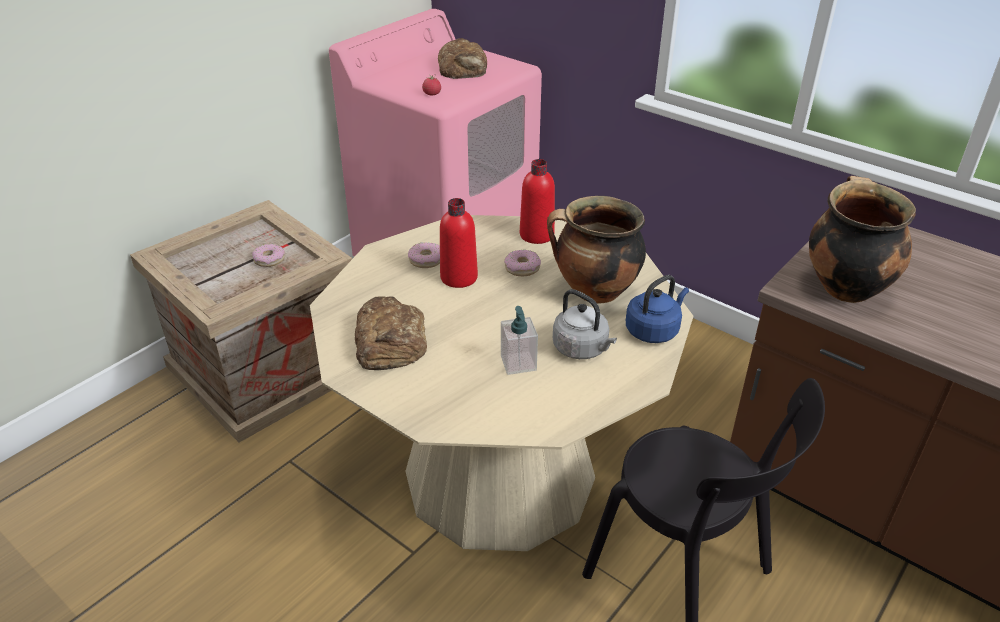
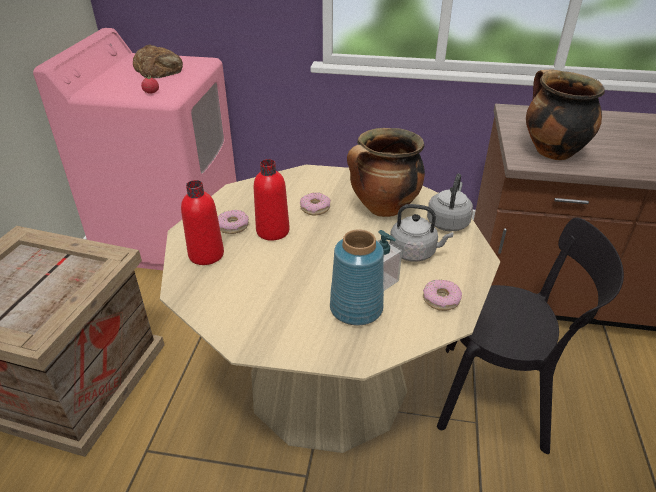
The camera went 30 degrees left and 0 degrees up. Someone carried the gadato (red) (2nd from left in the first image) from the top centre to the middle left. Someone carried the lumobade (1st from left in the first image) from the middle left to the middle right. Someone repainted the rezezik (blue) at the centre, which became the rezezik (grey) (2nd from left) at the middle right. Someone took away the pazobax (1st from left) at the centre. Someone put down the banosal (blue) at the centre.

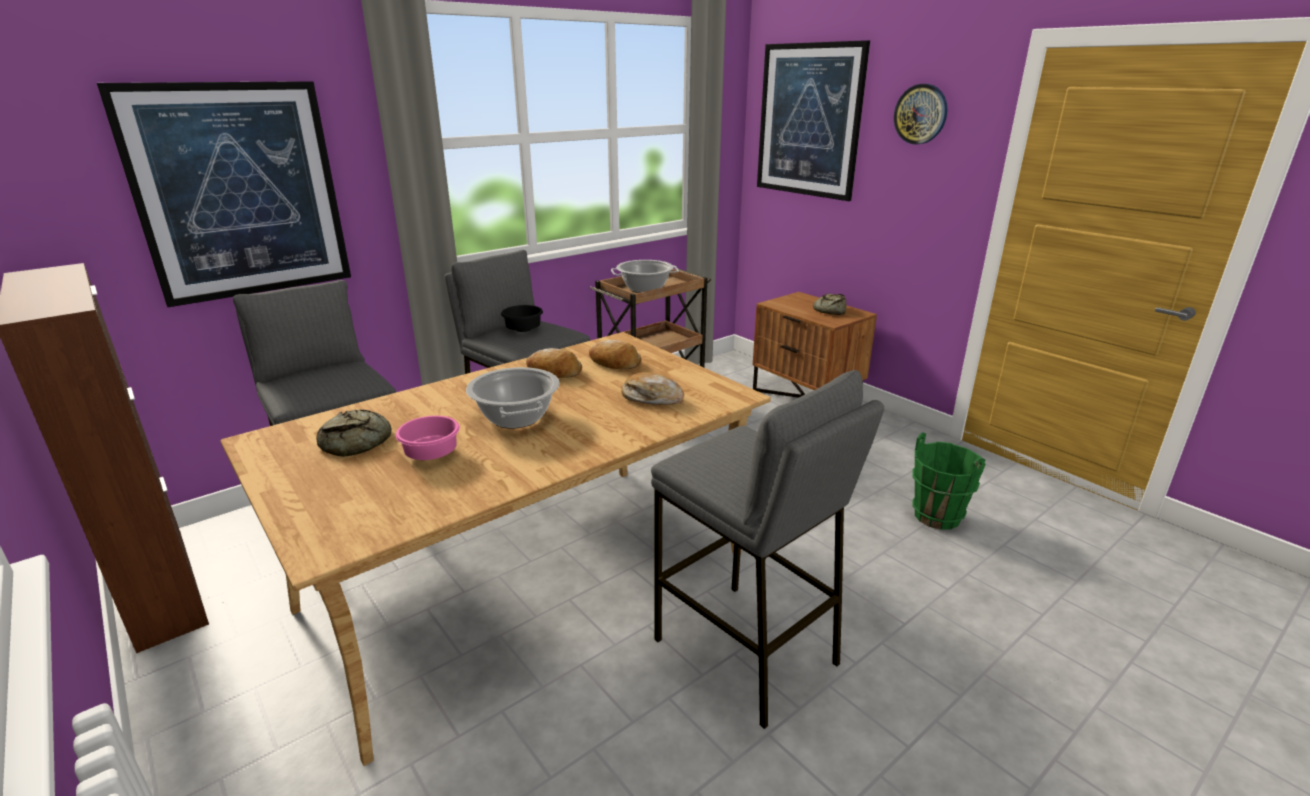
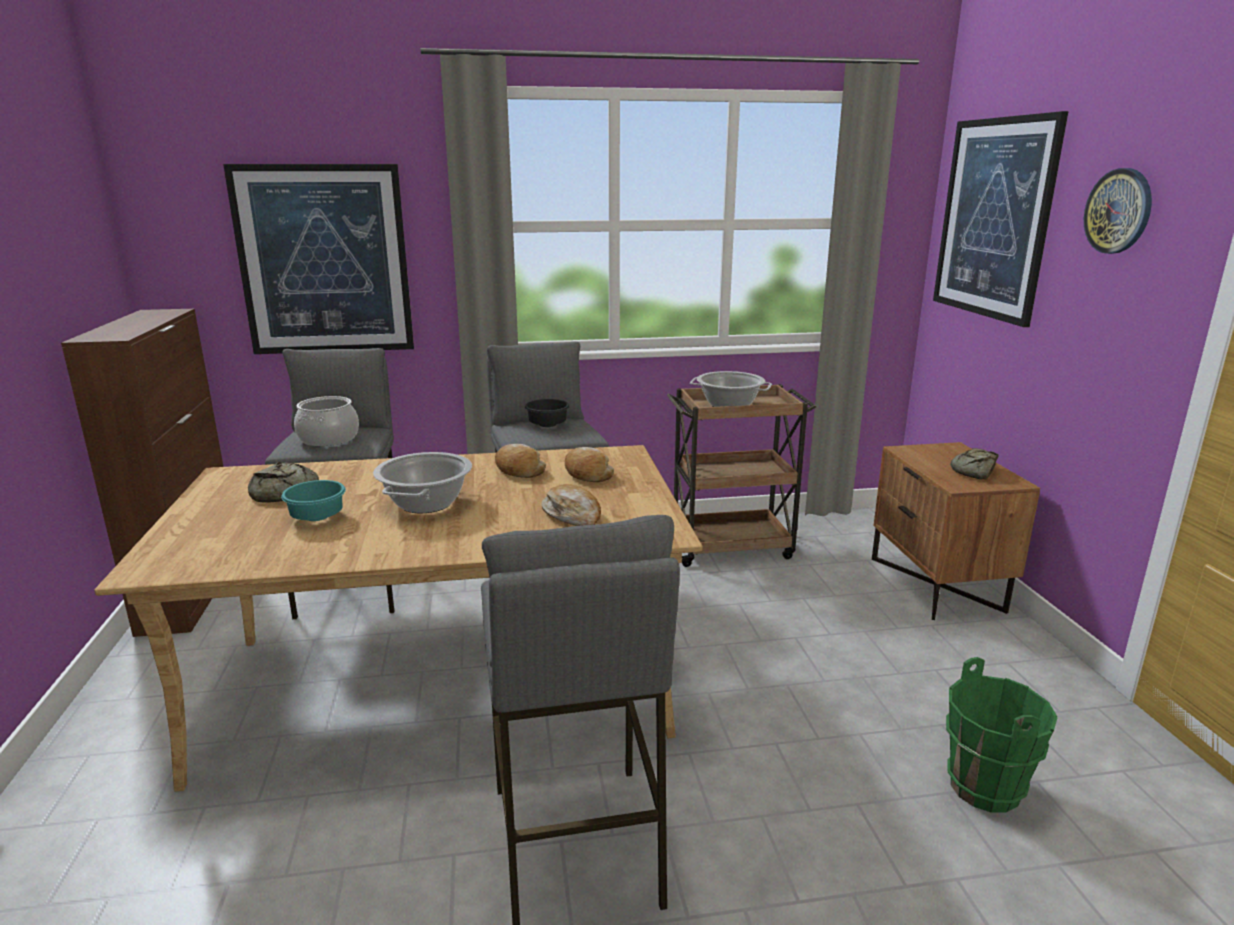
The camera went 30 degrees right and 5 degrees down. Someone repainted the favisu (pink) at the middle left, which became the favisu (turquoise) at the middle left. Someone put down the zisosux (1st from left) at the middle left.

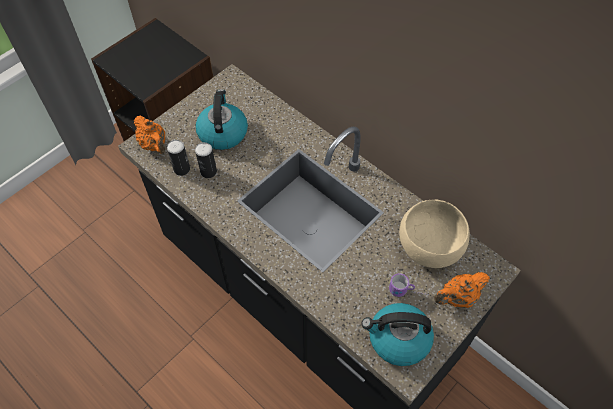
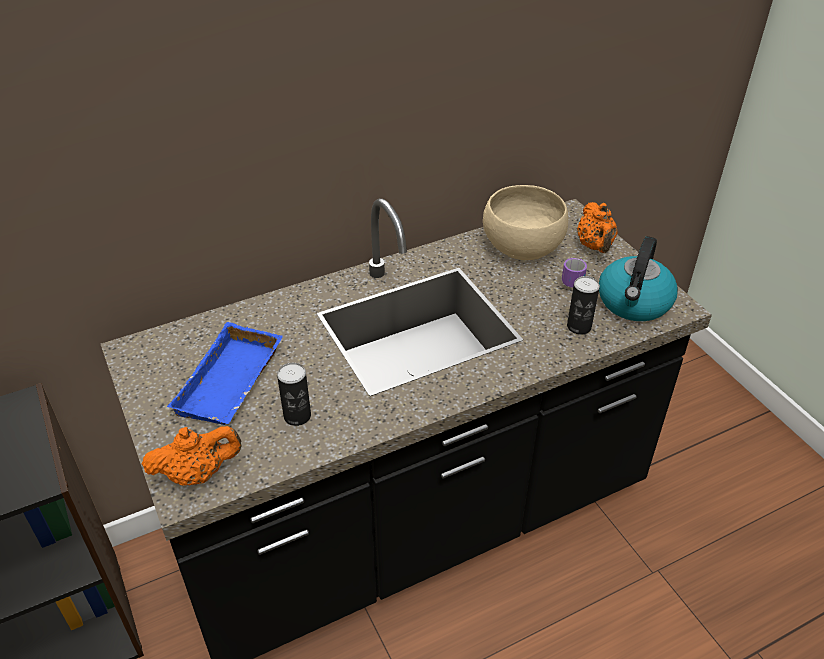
The camera went 70 degrees left and 15 degrees down. Someone swapped the rezezik (1st from left) at the top centre for the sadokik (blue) at the middle left. Someone carried the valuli (1st from left in the first image) from the middle left to the middle right.

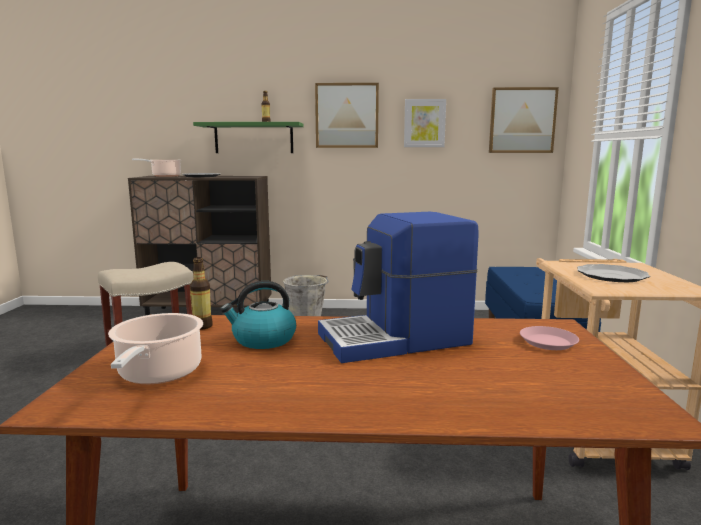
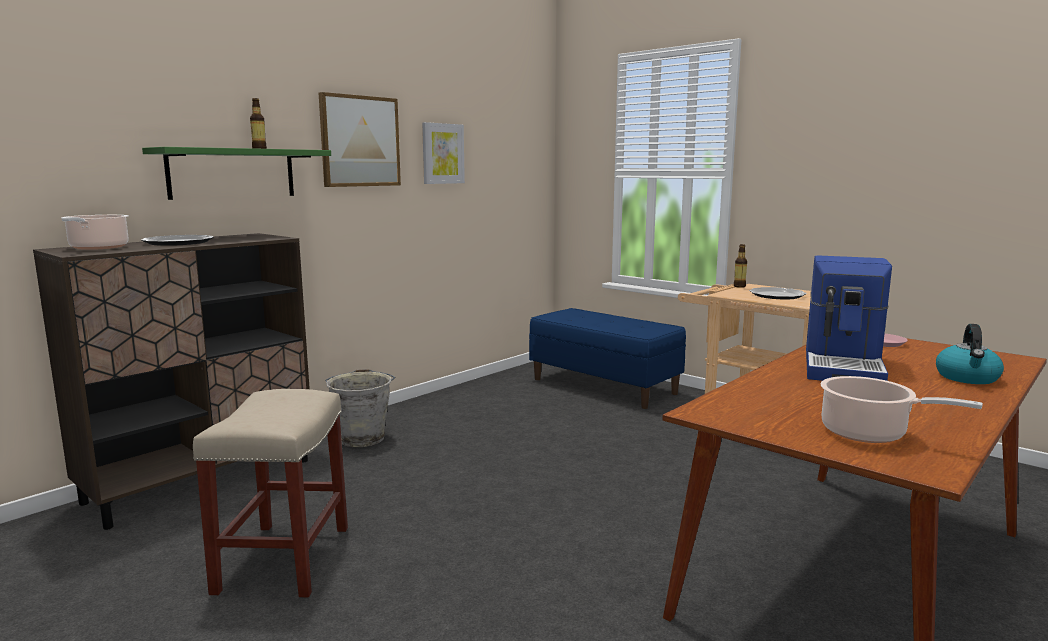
The camera went 50 degrees left and 0 degrees up. Someone took away the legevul (3rd from left) at the top right. Someone carried the gadato (1st from left in the first image) from the middle left to the middle right. Someone carried the rezezik from the centre to the middle right.

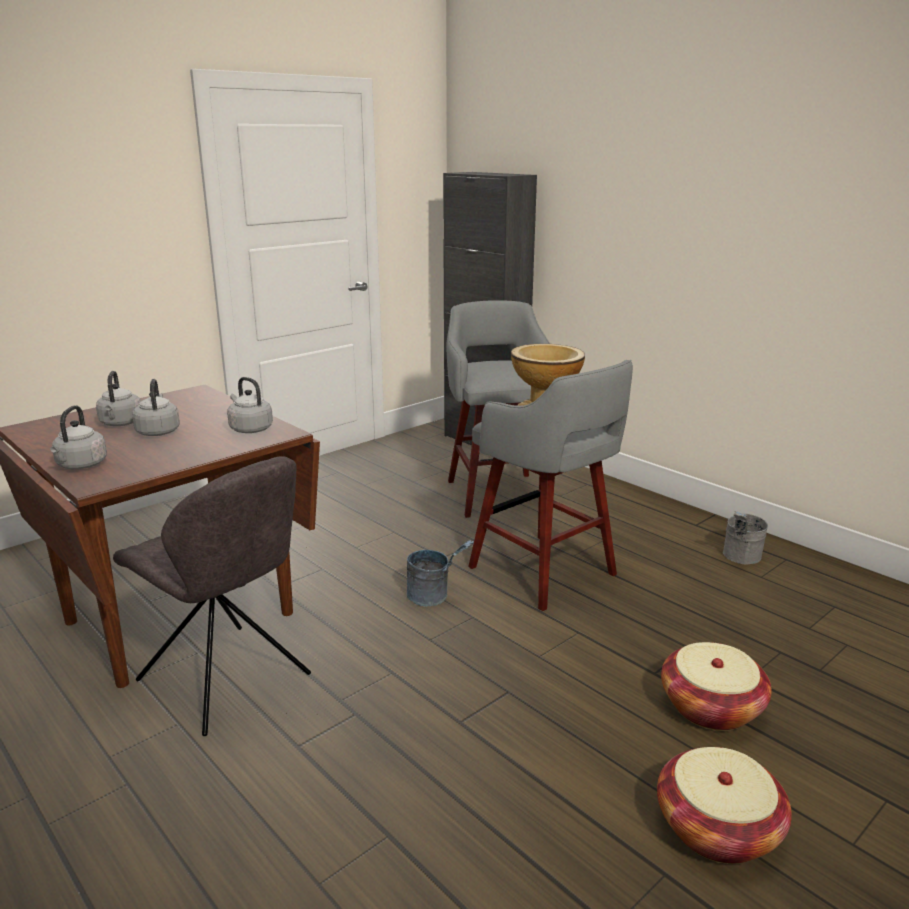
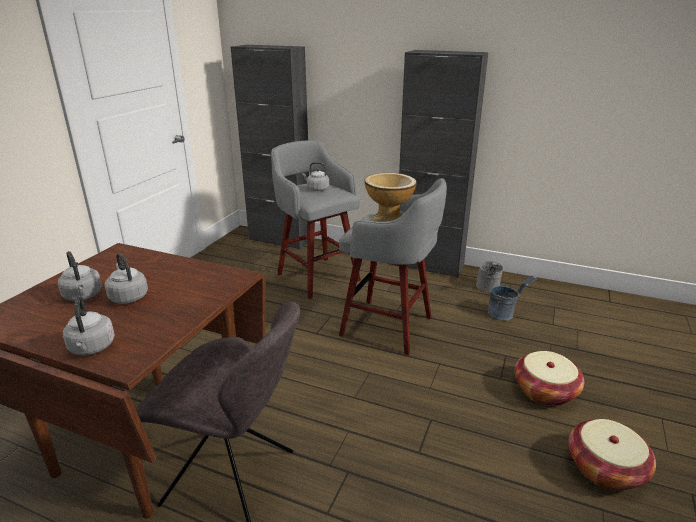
The camera went 25 degrees left and 5 degrees up. Someone carried the rezezik (grey) (4th from left) from the middle left to the centre. Someone carried the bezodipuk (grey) (1st from left in the first image) from the centre to the middle right. Someone put down the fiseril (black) (2nd from left) at the top centre.

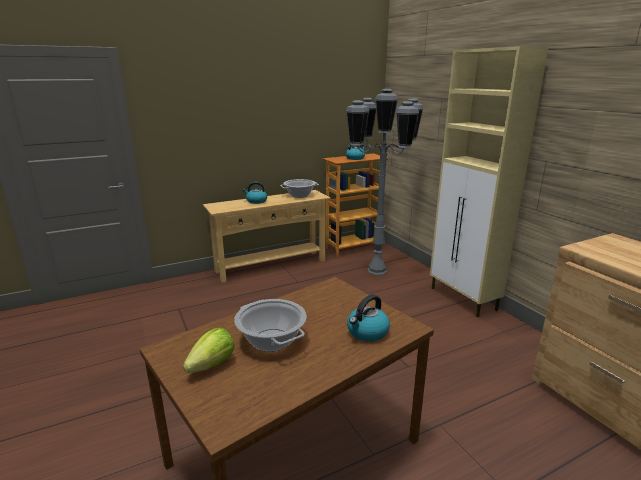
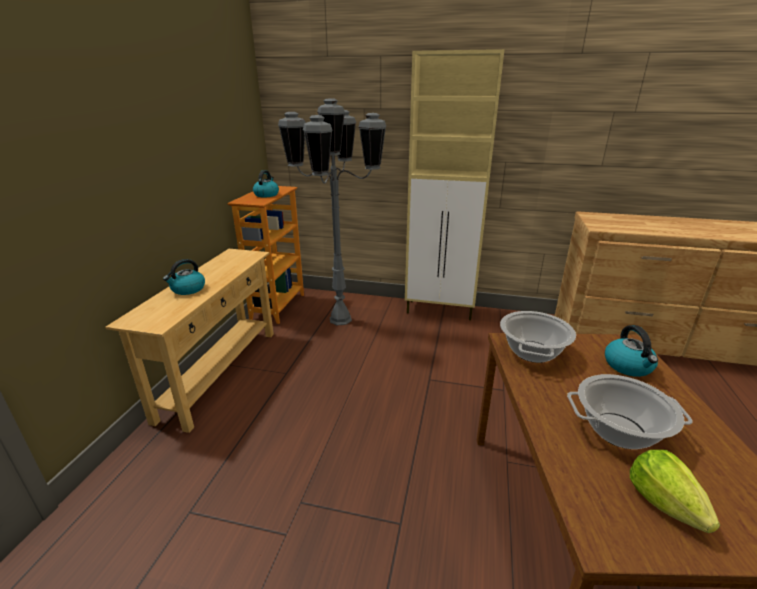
The camera went 50 degrees left and 5 degrees up. Someone carried the zisosux (2nd from left in the first image) from the centre to the middle right.

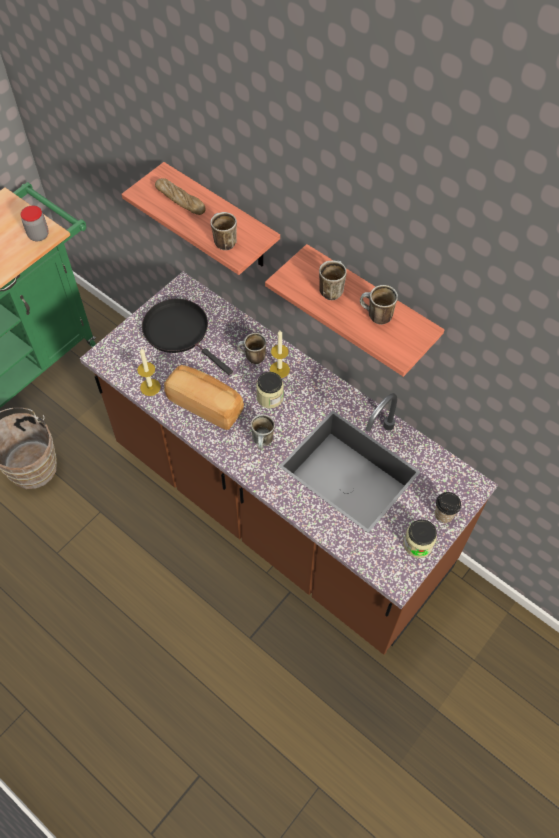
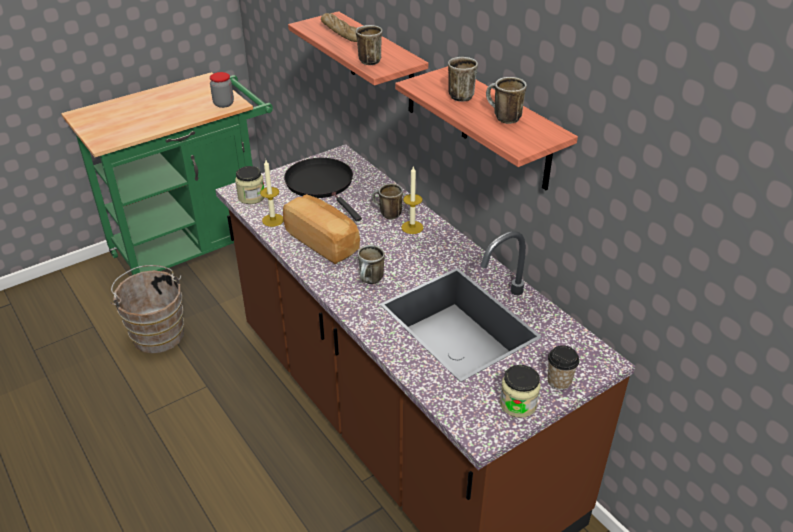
The camera went 15 degrees right and 20 degrees down. Someone carried the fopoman (2nd from left) from the centre to the middle left.

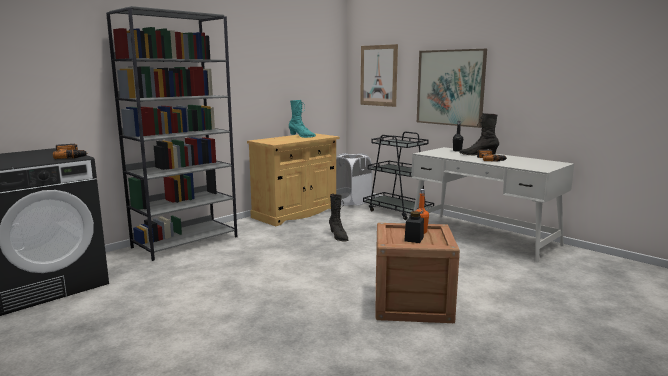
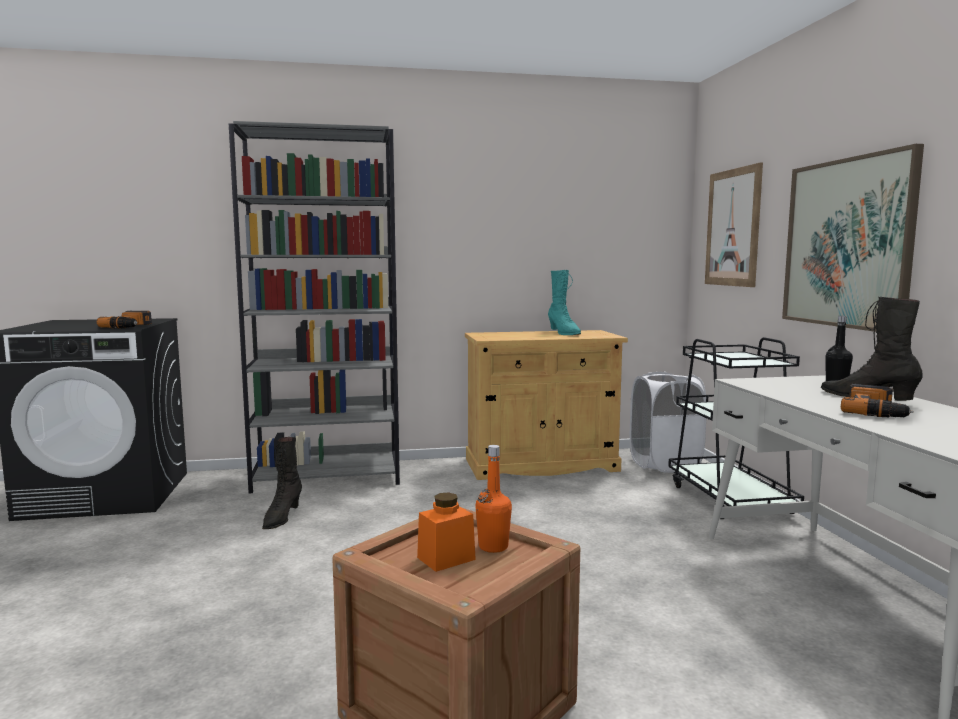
The camera went 35 degrees right and 5 degrees down. Someone carried the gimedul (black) (1st from left) from the centre to the bottom left. Someone repainted the fopoman (black) at the centre, which became the fopoman (orange) at the bottom centre.

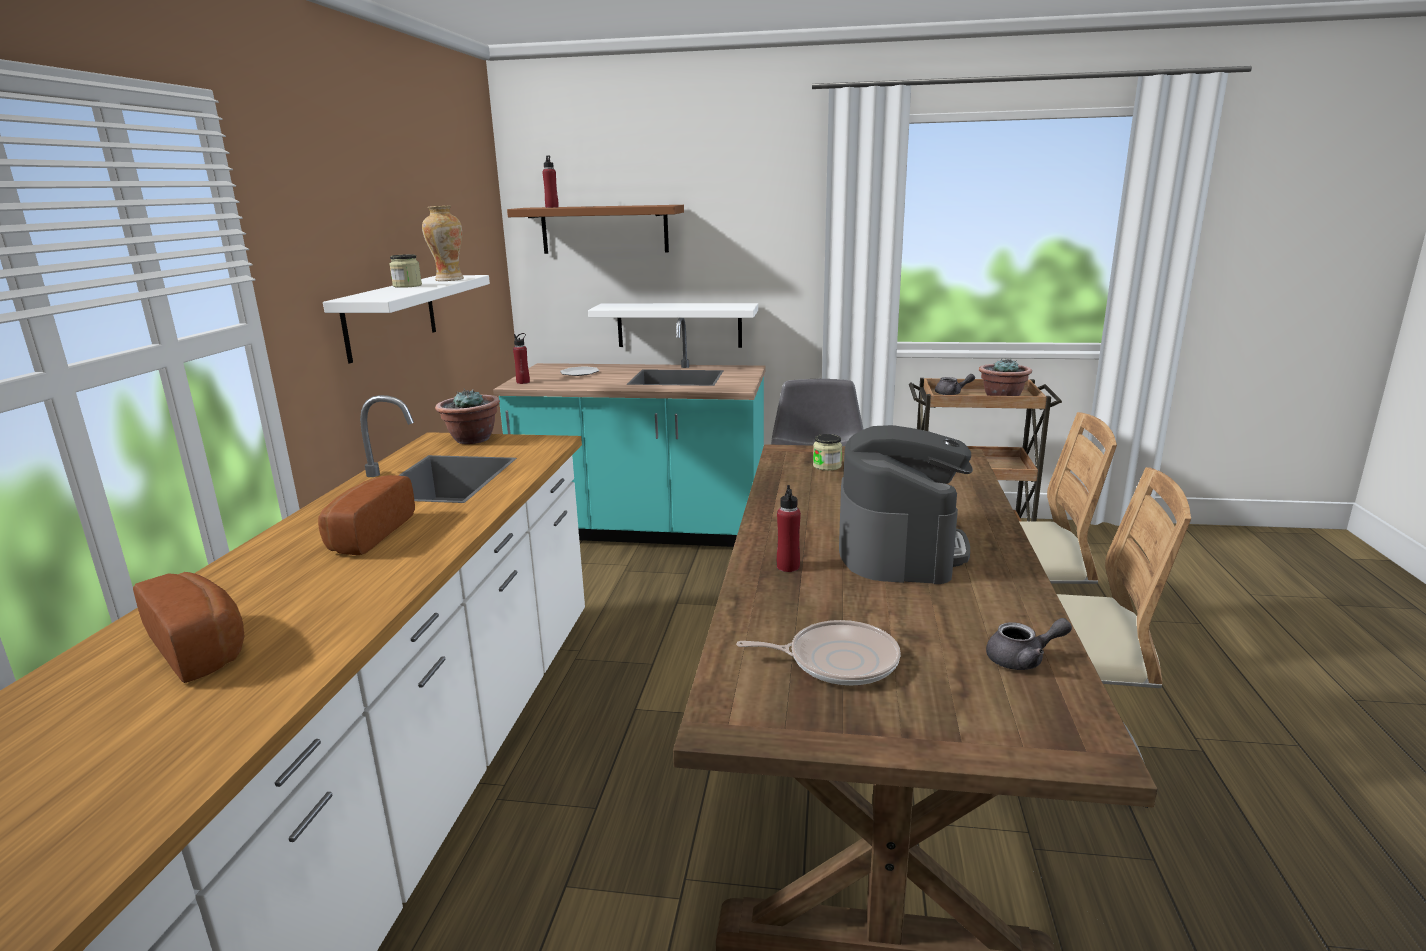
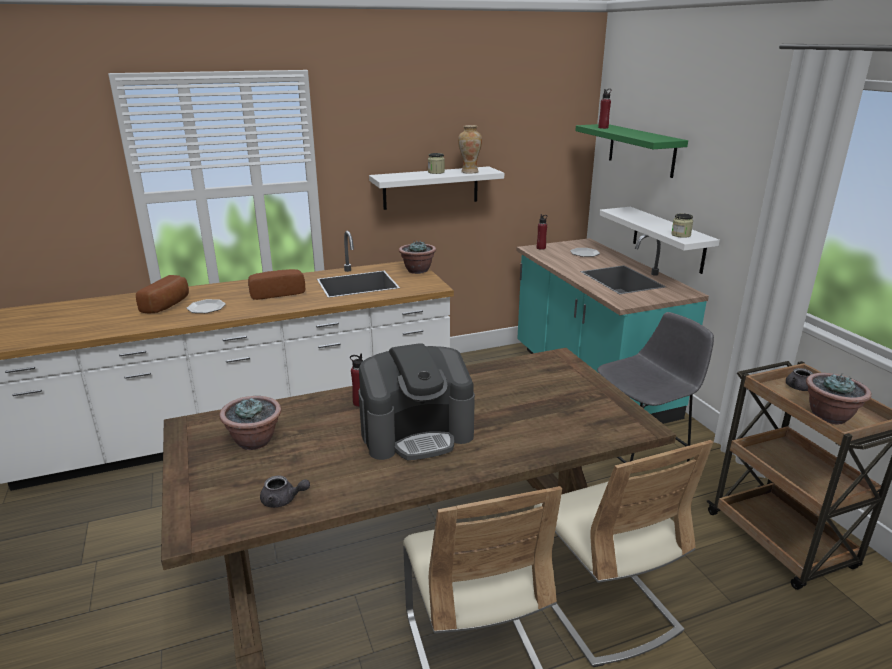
The camera went 60 degrees right and 5 degrees up. Someone repainted the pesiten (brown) at the top centre, which became the pesiten (green) at the top right. Someone carried the fopoman (2nd from left) from the centre to the middle right. Someone rotated the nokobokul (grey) (2nd from left in the first image) at the bottom right by 45 degrees counterclockwise. Someone swapped the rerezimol at the bottom centre for the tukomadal (1st from left) at the middle left. Someone put down the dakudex (1st from left) at the middle left.

